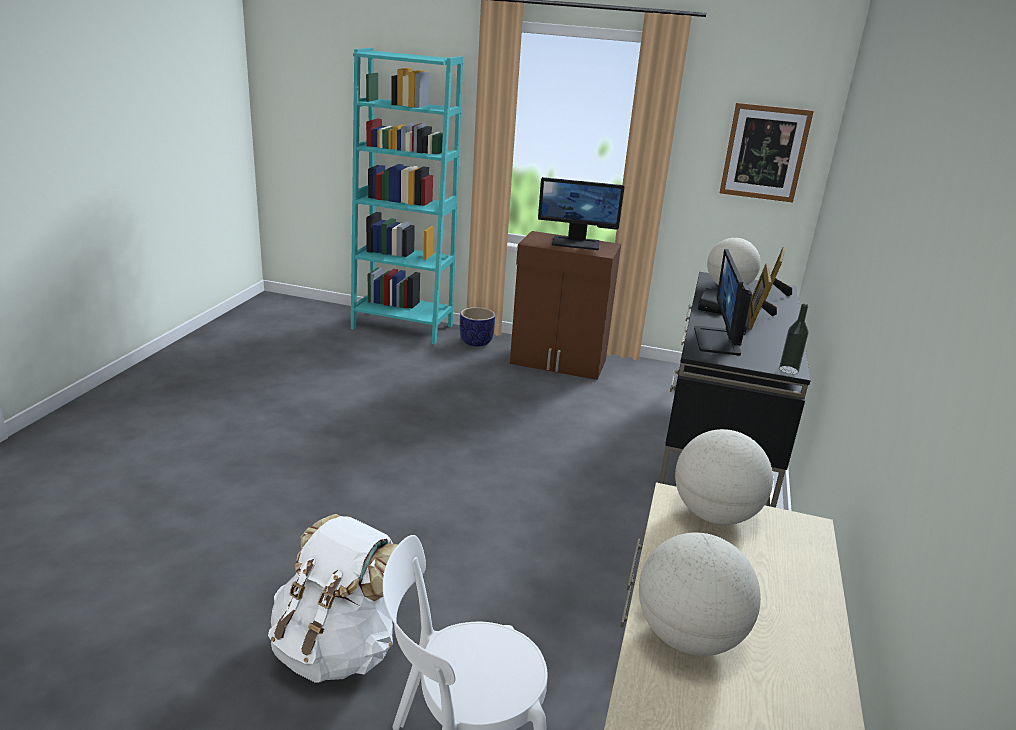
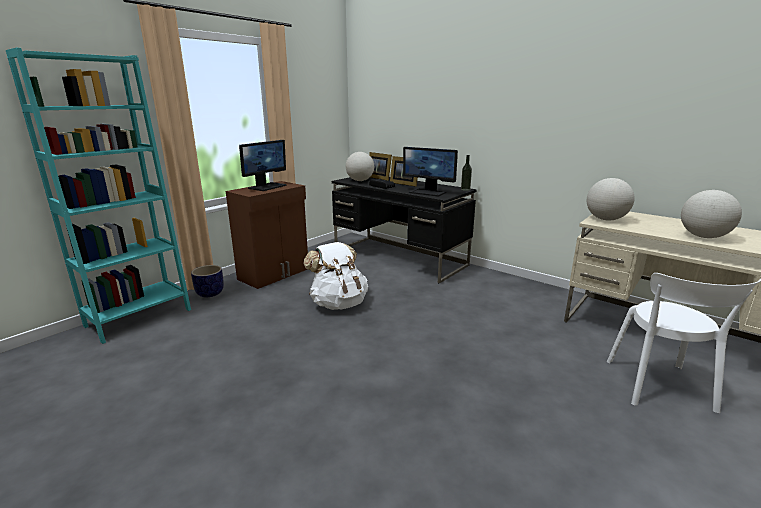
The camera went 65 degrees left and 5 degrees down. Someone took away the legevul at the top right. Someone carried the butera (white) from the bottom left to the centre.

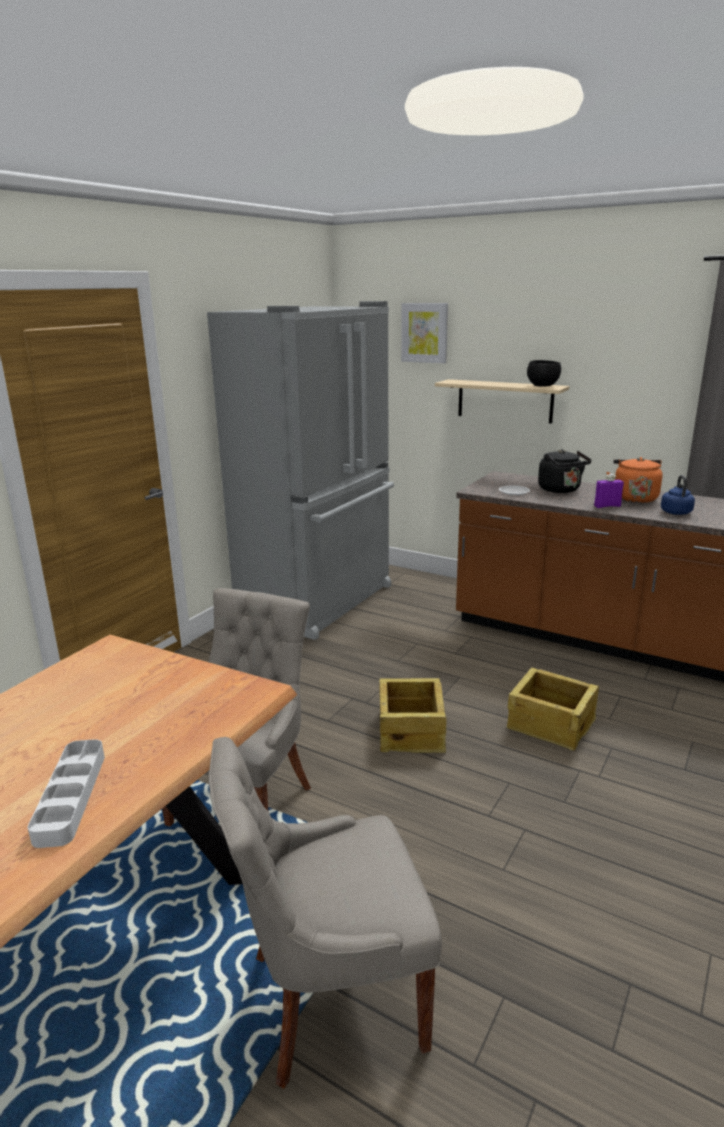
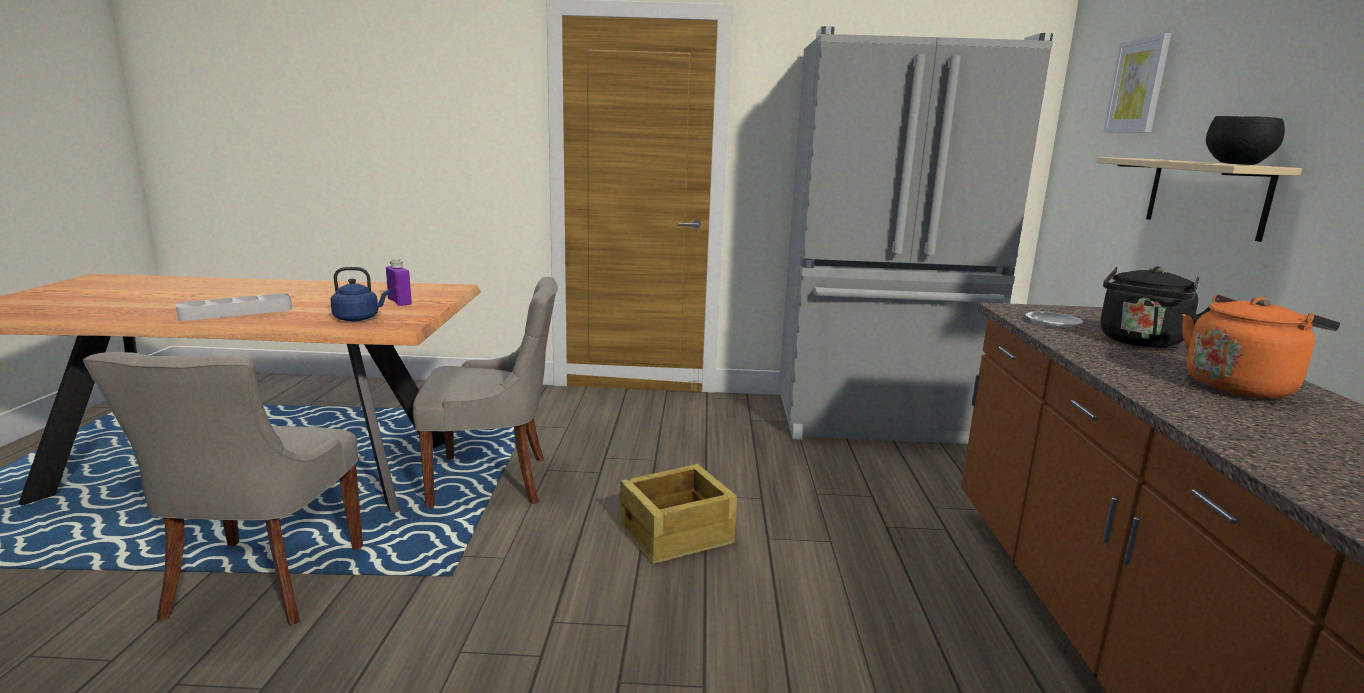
The camera went 60 degrees right and 5 degrees down. Someone carried the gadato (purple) from the middle right to the middle left. Someone carried the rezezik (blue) from the middle right to the middle left. Someone took away the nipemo (2nd from left) at the middle right. Someone rotated the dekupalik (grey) (2nd from left in the first image) at the bottom centre by 135 degrees counterclockwise.

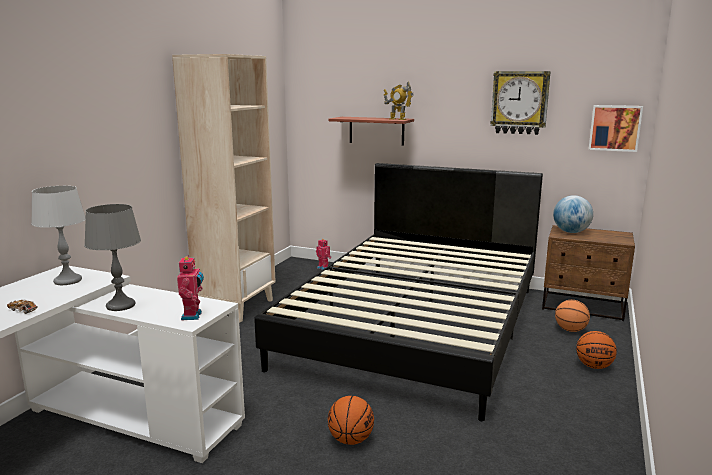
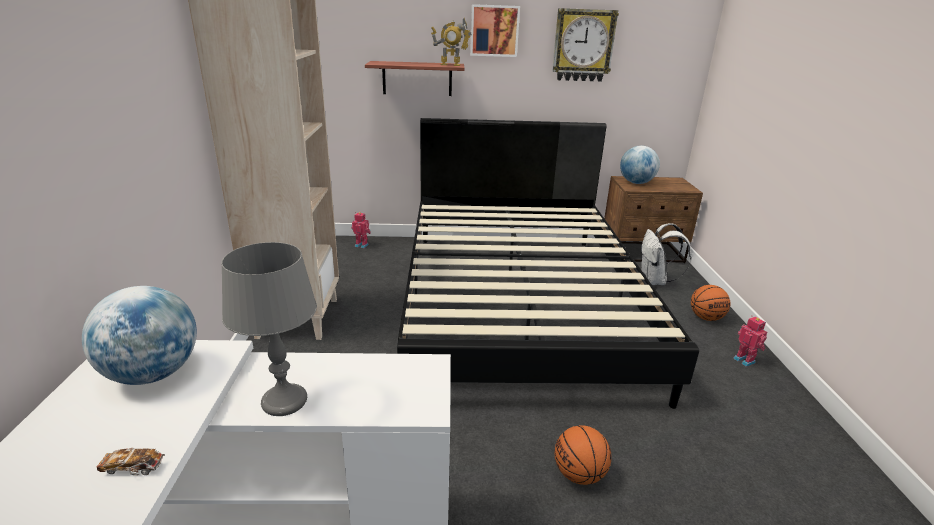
The camera went 25 degrees left and 10 degrees up. Someone carried the legevul from the top right to the top centre. Someone swapped the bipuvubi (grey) (1st from left) at the middle left for the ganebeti (1st from left) at the middle left. Someone carried the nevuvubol (1st from left in the first image) from the middle left to the middle right. Someone swapped the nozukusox (2nd from left) at the middle right for the butera (white) at the middle right.

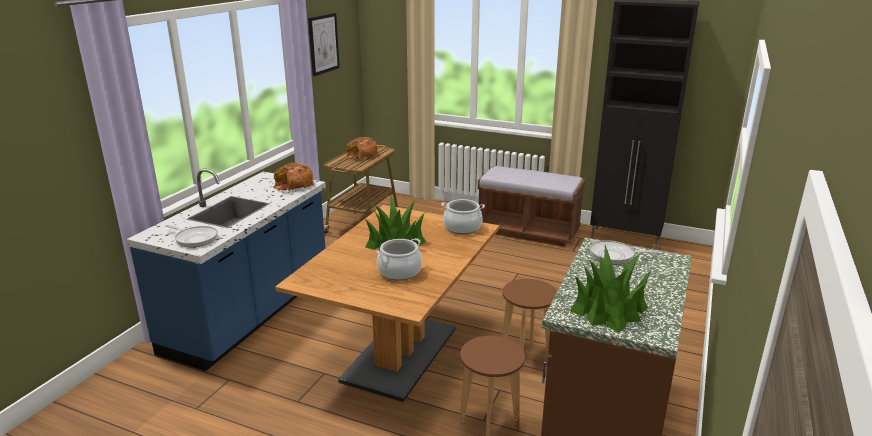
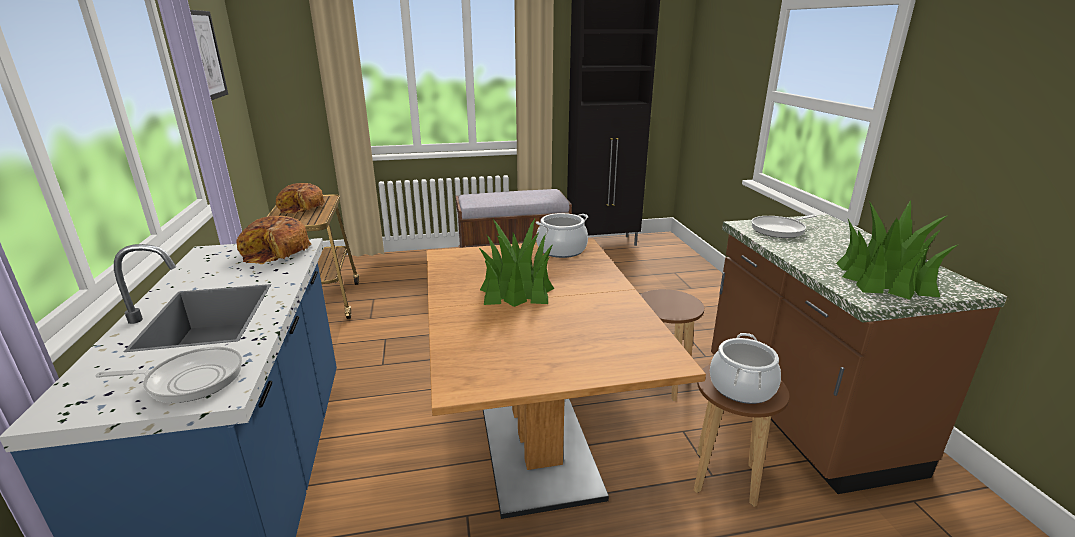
The camera went 35 degrees left and 0 degrees up. Someone carried the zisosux (1st from left in the first image) from the centre to the bottom right.

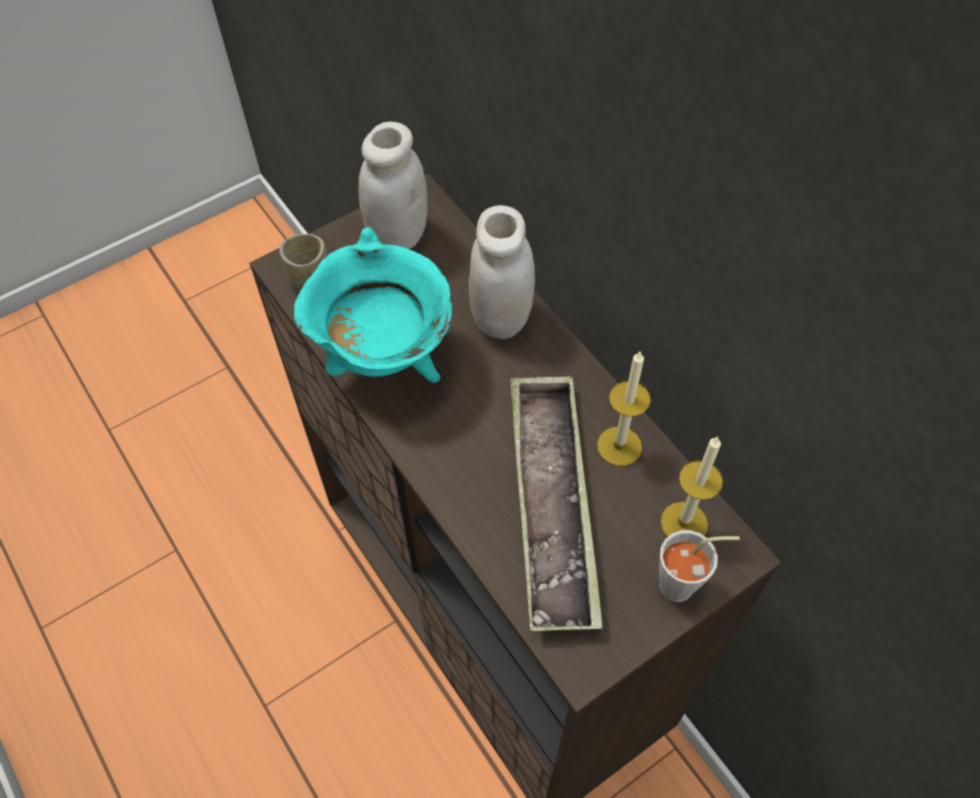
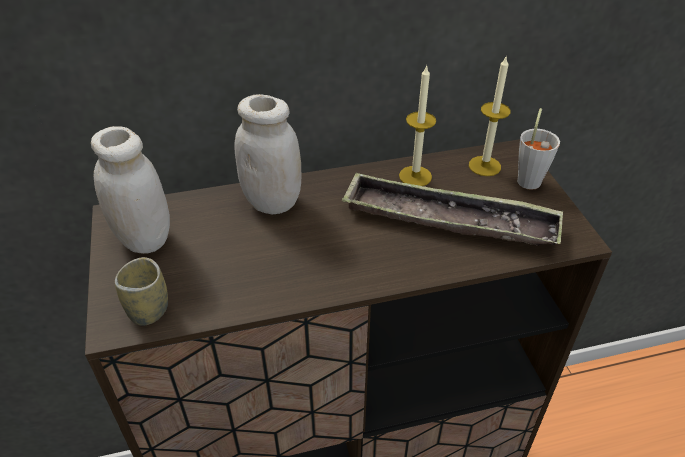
The camera went 70 degrees left and 15 degrees down. Someone took away the zisosux (turquoise) at the centre.

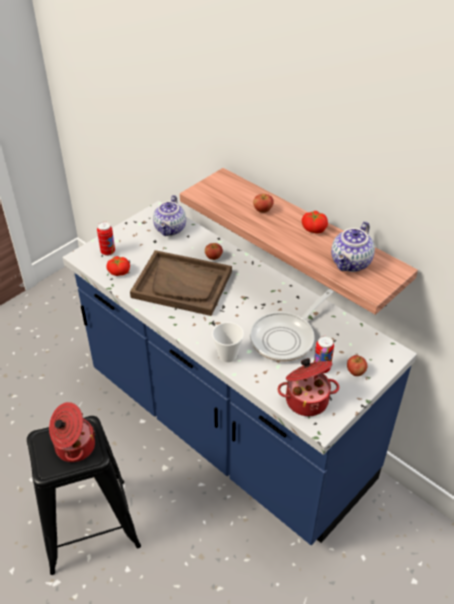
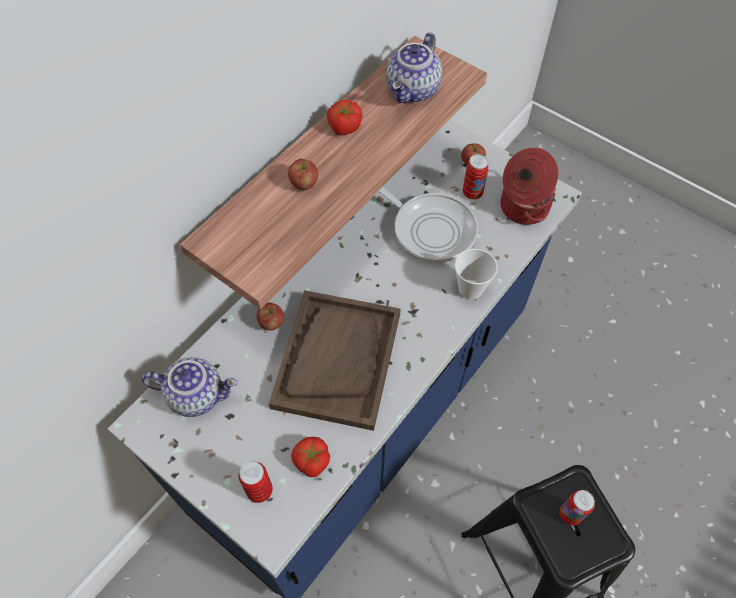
The camera went 95 degrees left and 15 degrees up. Someone rotated the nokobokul (2nd from left) at the middle right by 90 degrees clockwise. Someone swapped the zisosux (1st from left) at the bottom left for the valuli (3rd from left) at the bottom right.

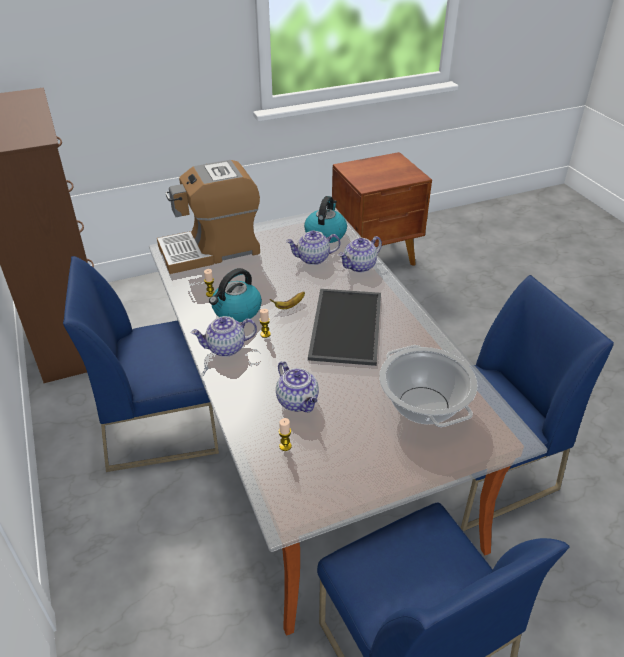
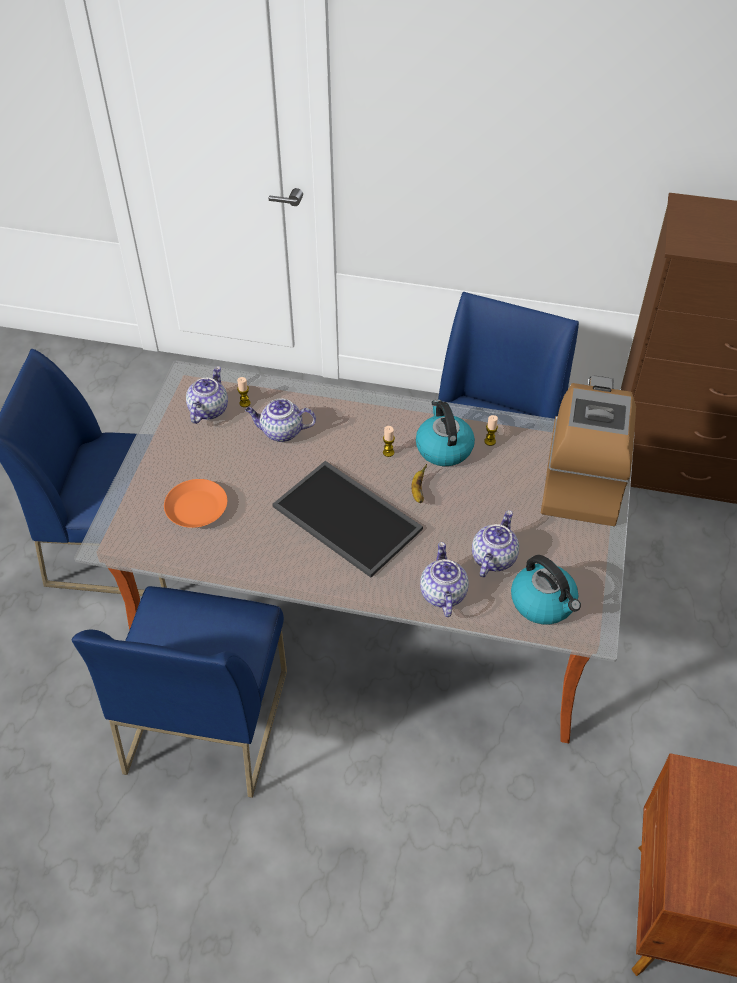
The camera went 125 degrees right and 10 degrees up. Someone carried the nokobokul (1st from left) from the centre to the middle left. Someone swapped the zisosux at the middle right for the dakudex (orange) at the middle left.

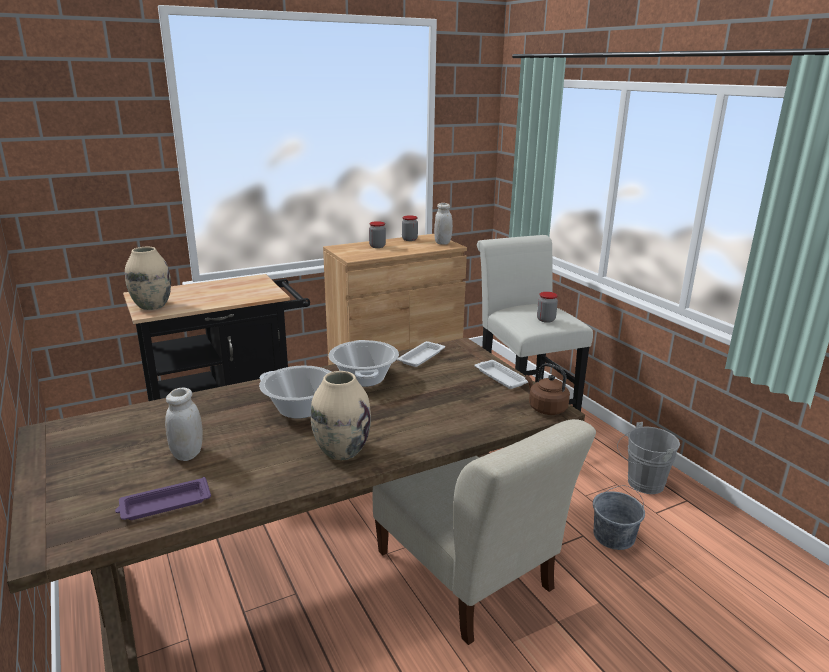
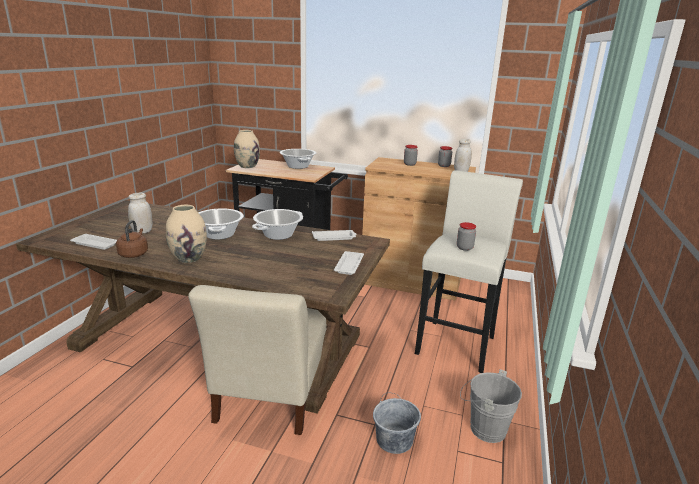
The camera went 45 degrees right and 0 degrees up. Someone carried the rezezik (brown) from the centre to the middle left. Someone repainted the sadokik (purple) at the bottom left, which became the sadokik (white) (1st from left) at the middle left. Someone put down the zisosux (3rd from left) at the top centre.

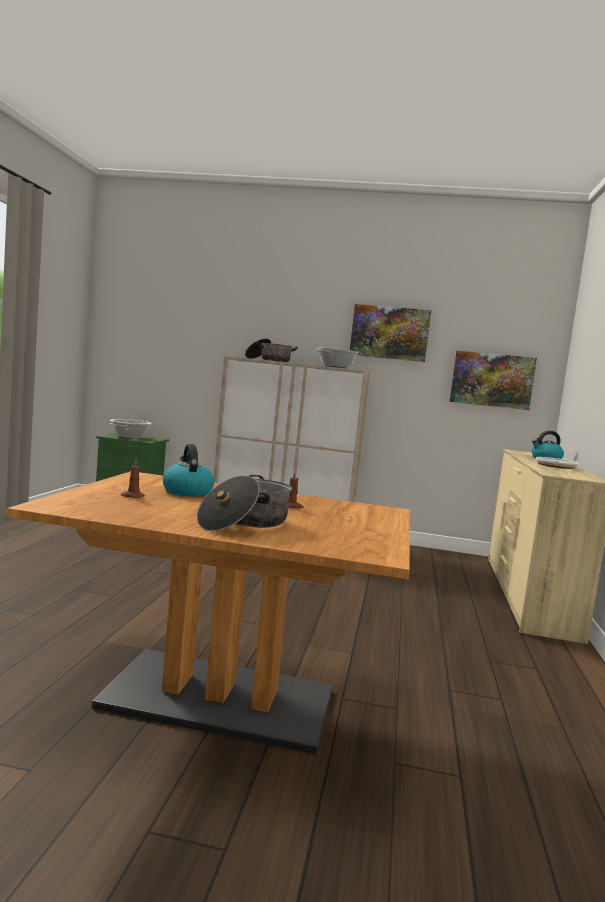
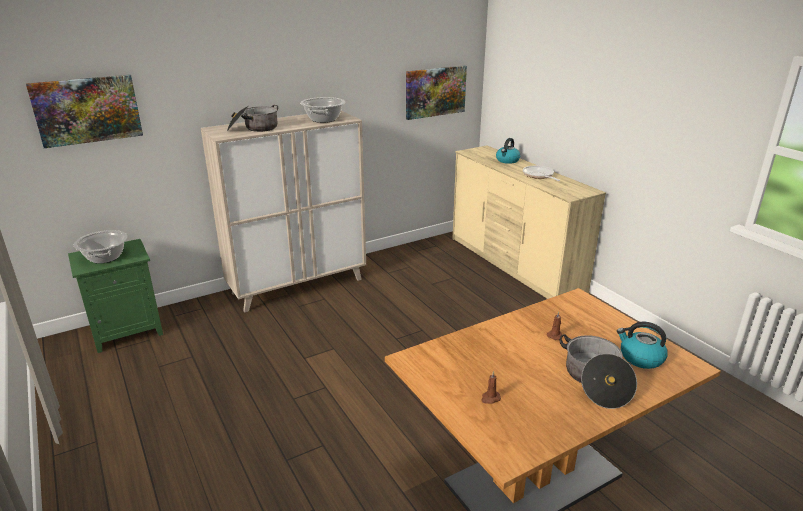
The camera went 40 degrees left and 20 degrees up. Someone carried the legevul (1st from left) from the centre to the top left. Someone carried the rezezik (1st from left in the first image) from the middle left to the bottom right.

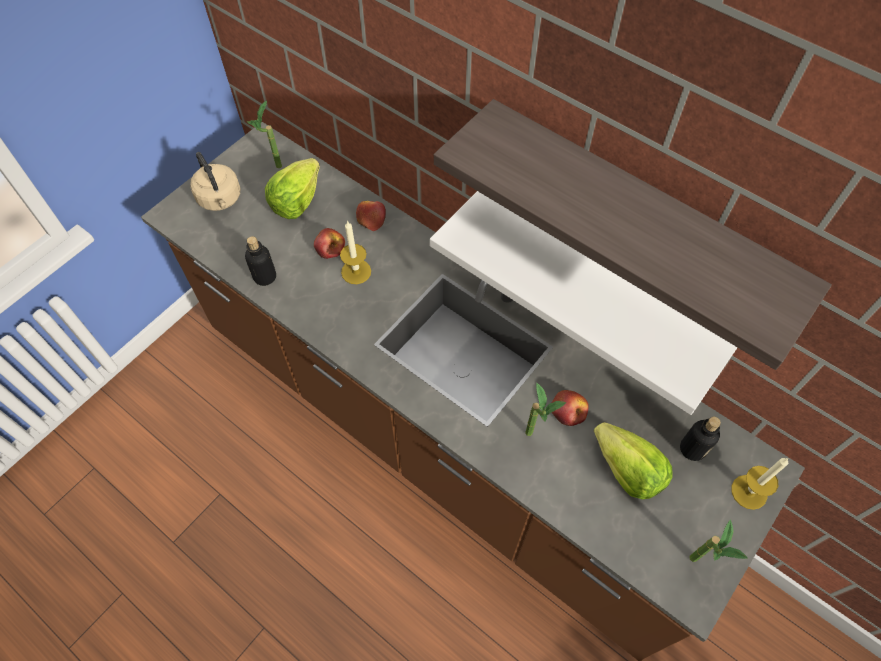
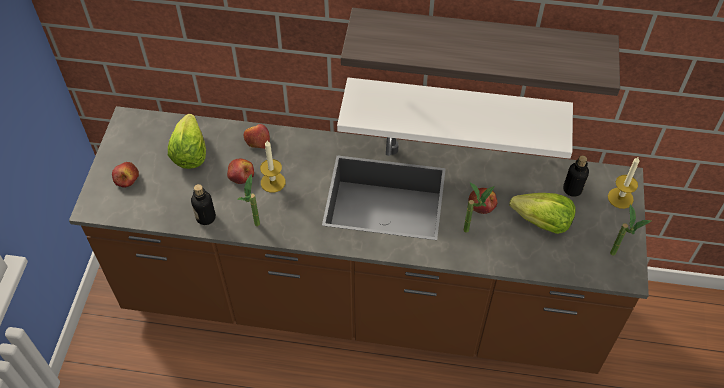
The camera went 30 degrees left and 5 degrees down. Someone carried the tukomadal (1st from left) from the top left to the centre. Someone swapped the rezezik (beige) at the top left for the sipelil (1st from left) at the middle left.

